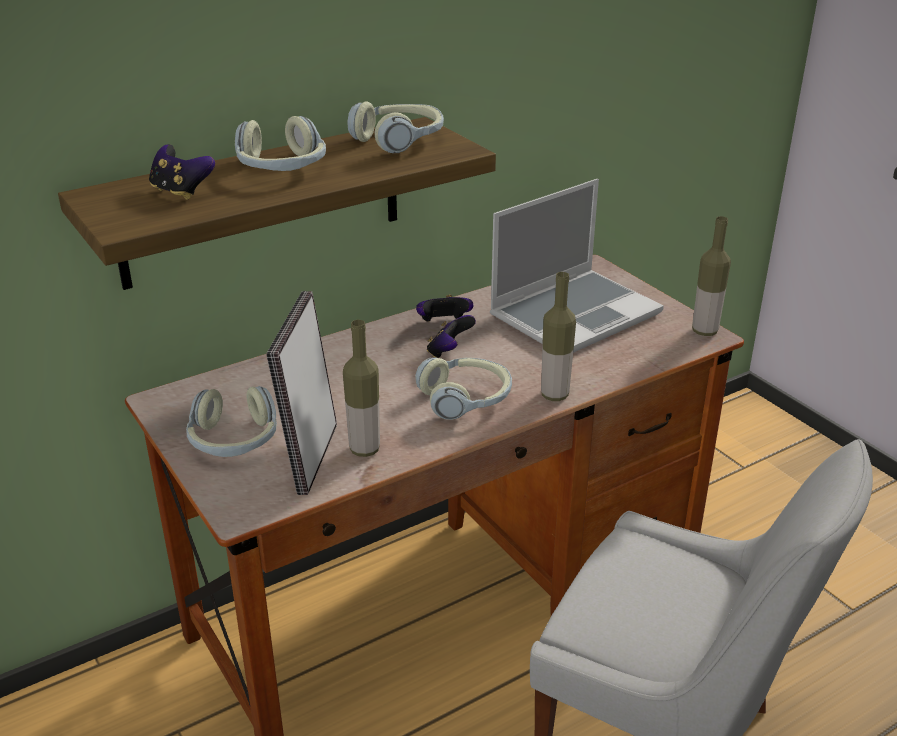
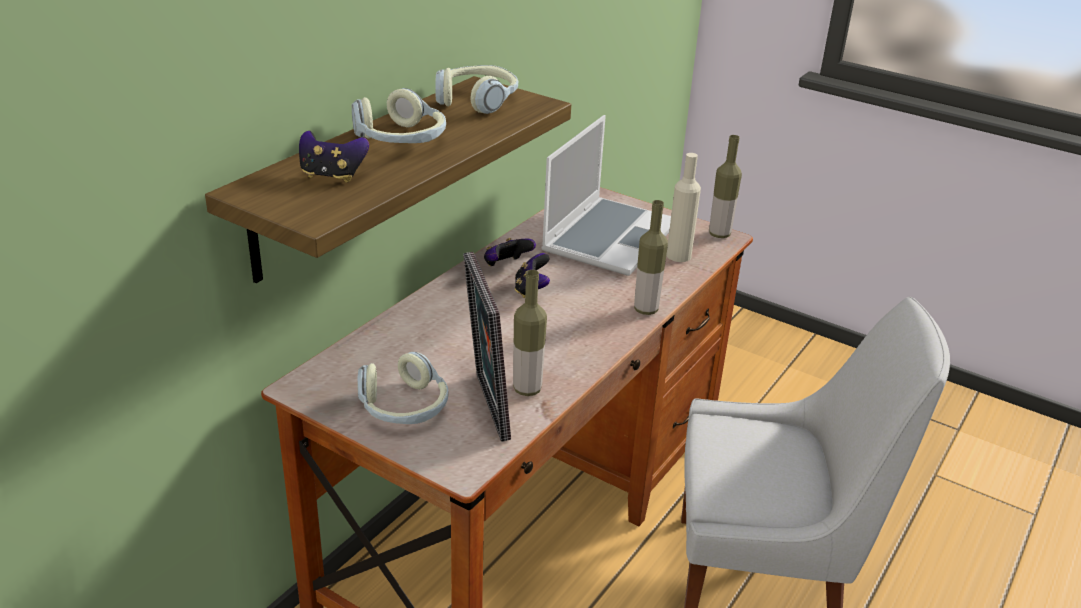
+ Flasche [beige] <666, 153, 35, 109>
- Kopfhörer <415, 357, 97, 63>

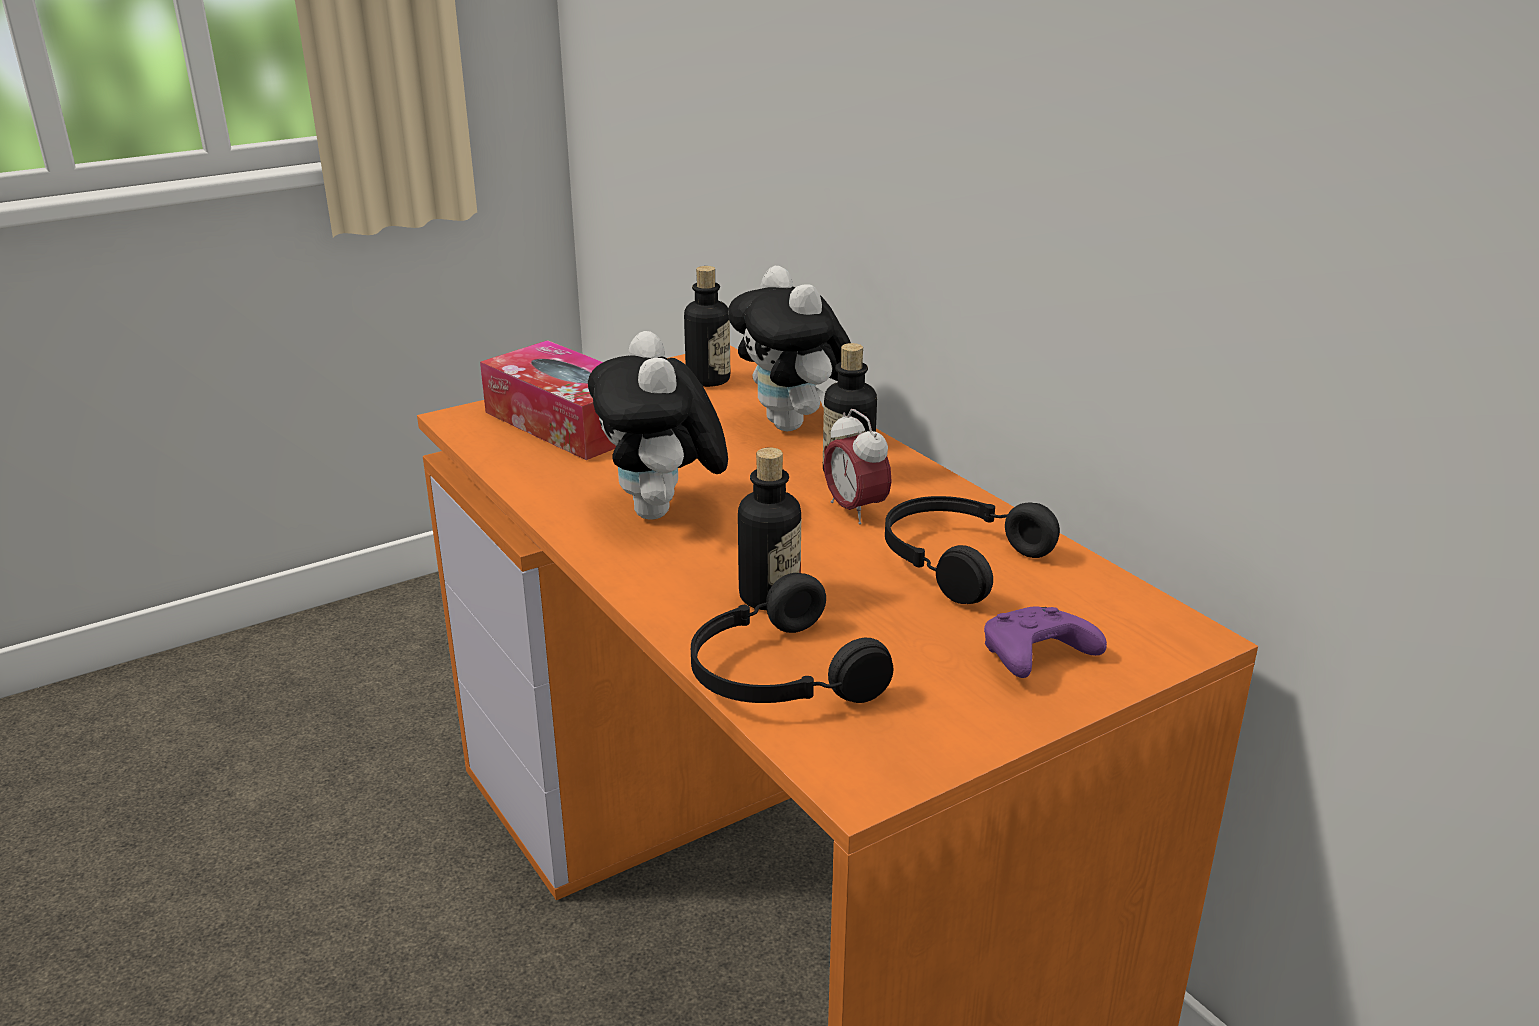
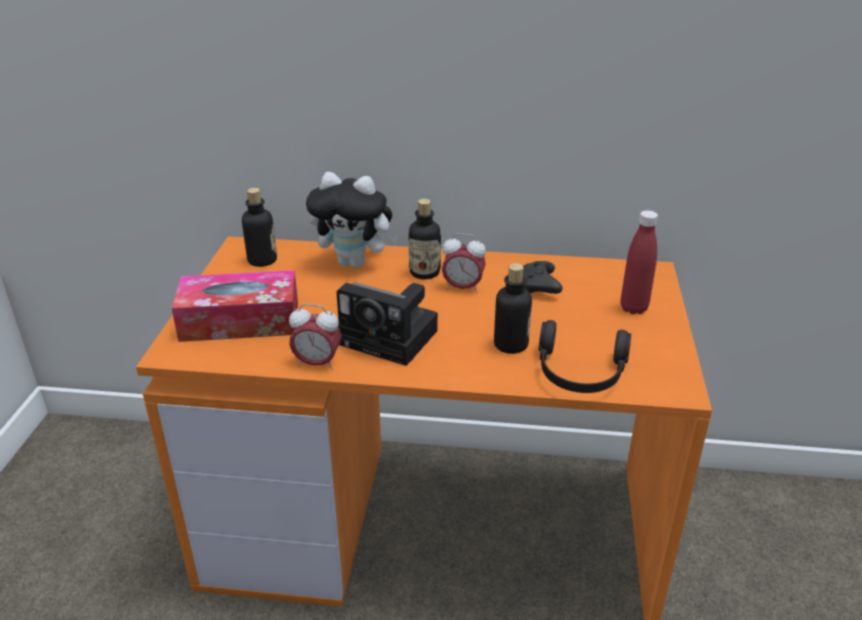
+ Wecker <289, 304, 53, 66>
~ Plüschtier <588, 331, 140, 189> to Kamera <336, 282, 102, 84>
~ Kopfhörer [schwarz] <885, 496, 175, 108> to Gamepad [schwarz] <523, 261, 40, 33>
~ Gamepad [lila] <984, 606, 123, 72> to Flasche [rot] <621, 210, 37, 104>

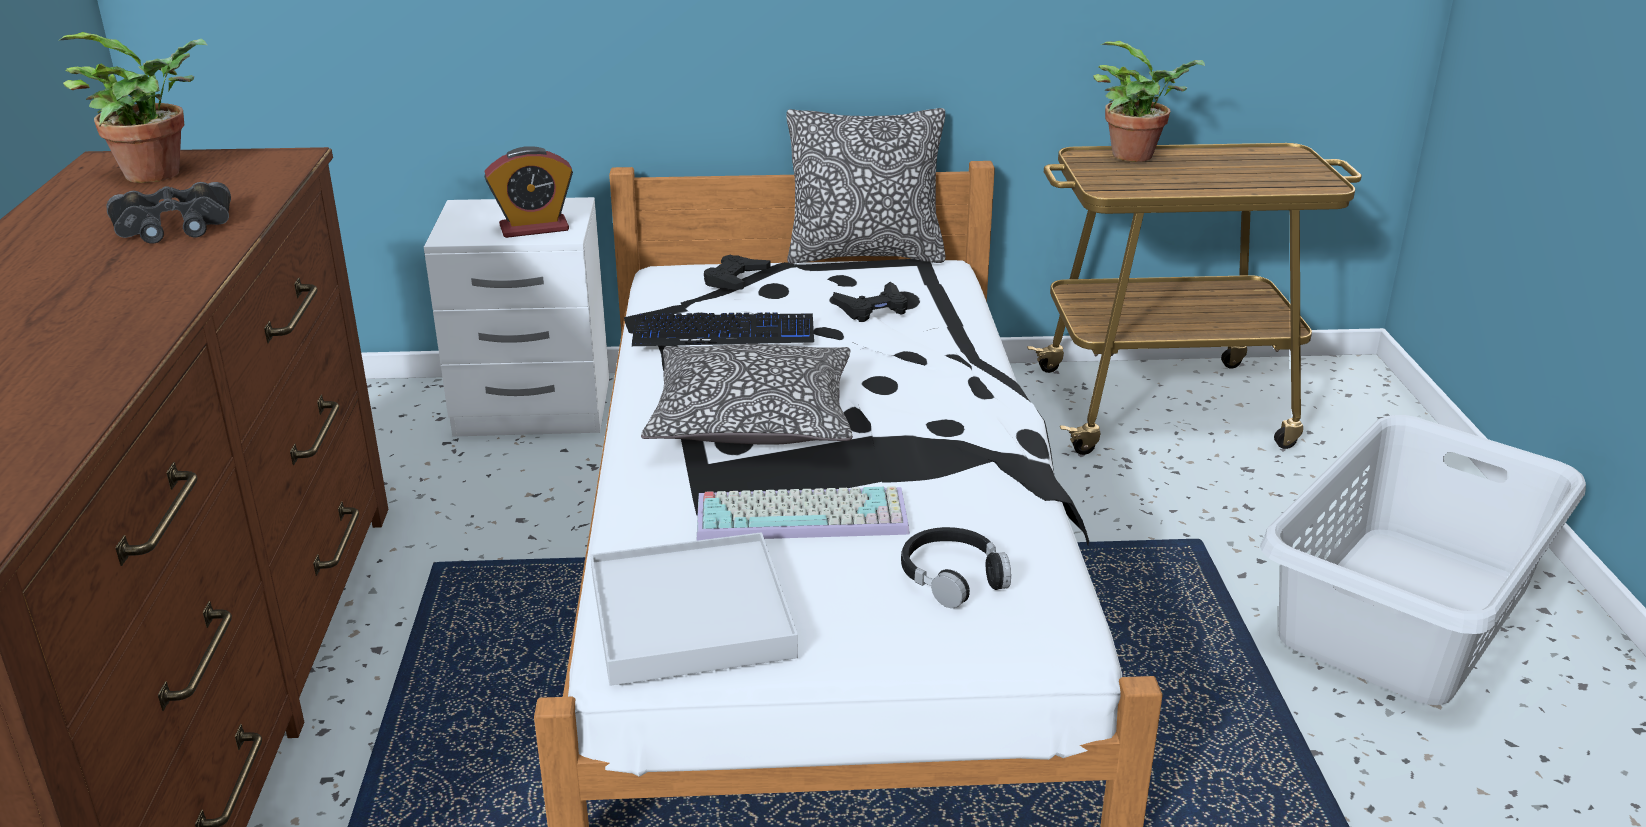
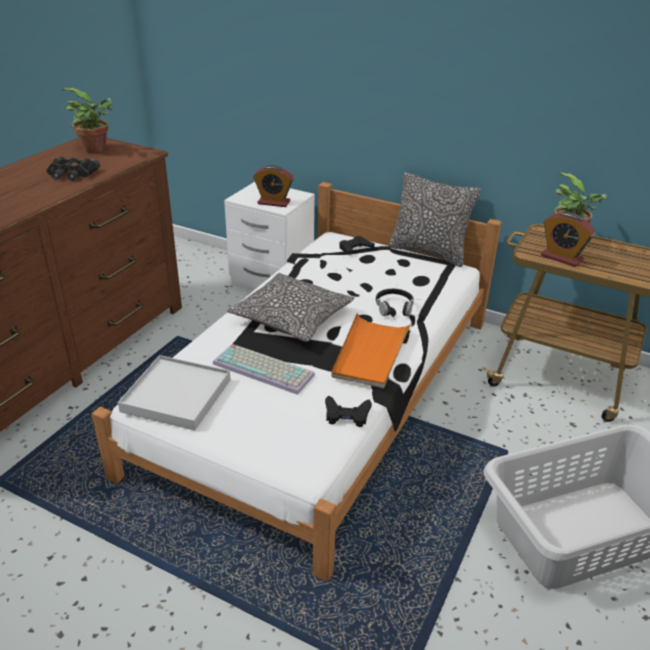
~ Gamepad [schwarz] <833, 282, 75, 40> to <325, 396, 47, 31>
+ Tablett [orange] <332, 313, 80, 75>
~ Kopfhörer [schwarz] <901, 527, 110, 81> to <376, 289, 38, 28>
+ Wecker <541, 212, 54, 55>
- Tastatur <632, 312, 182, 34>

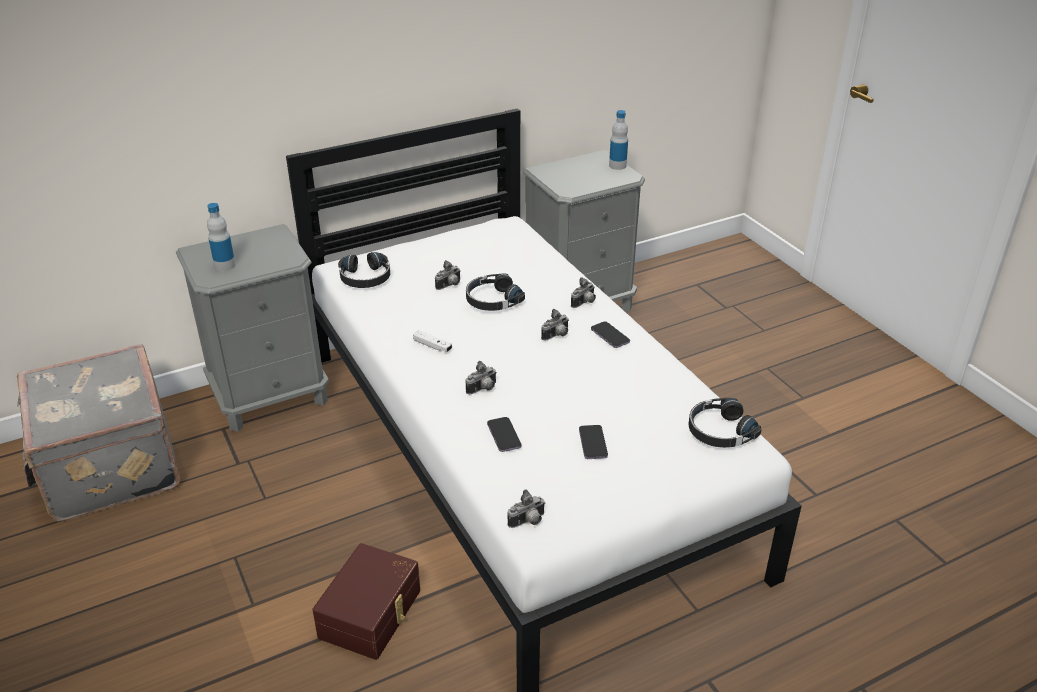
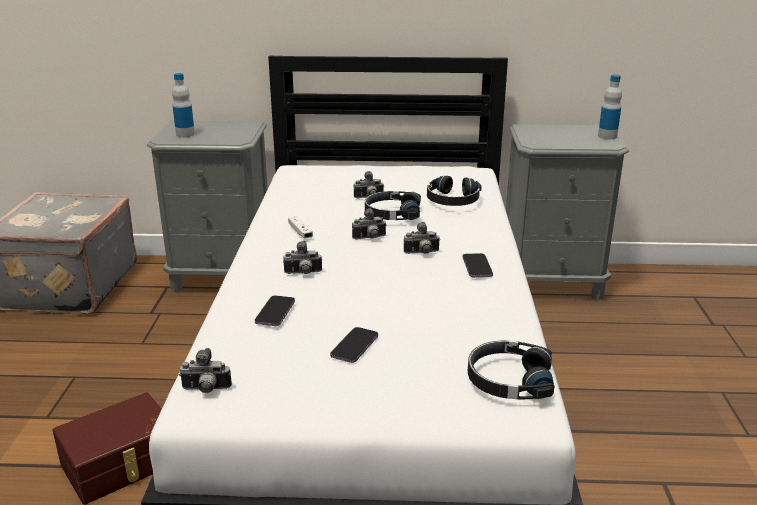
~ Kamera <571, 277, 25, 31> to <352, 208, 35, 32>
~ Kopfhörer [schwarz] <338, 252, 52, 36> to <427, 176, 55, 30>

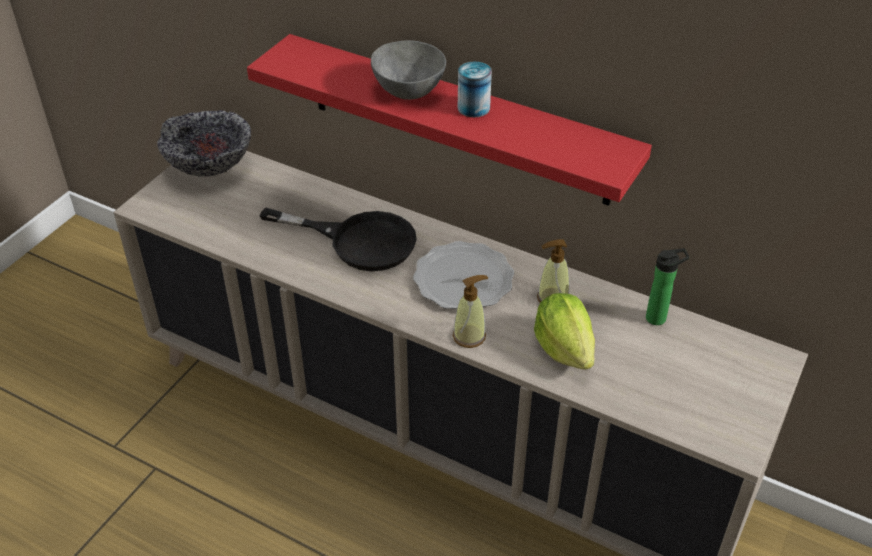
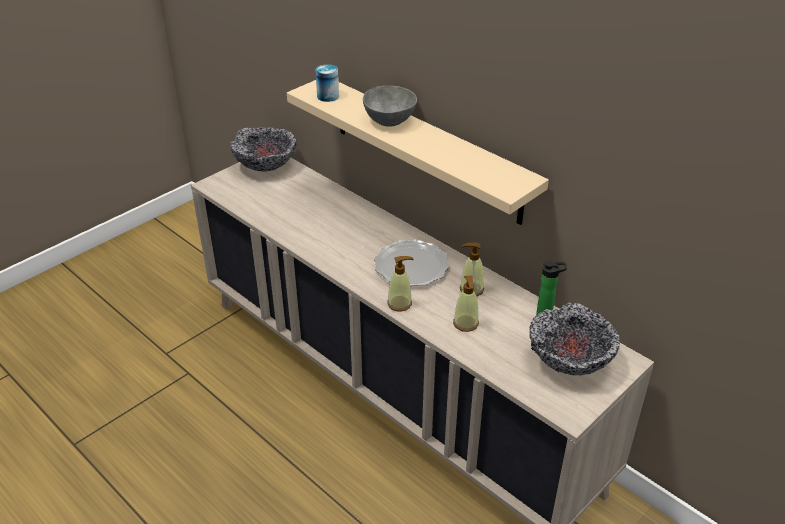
~ Wandregal [rot] <247, 34, 405, 172> to Wandregal [beige] <287, 80, 262, 145>
~ Dose <458, 62, 34, 55> to <315, 64, 24, 38>
~ Salatkopf <534, 293, 61, 77> to Seifenspender <453, 276, 26, 56>
+ Schüssel <529, 303, 91, 72>
- Pfanne [schwarz] <259, 208, 158, 63>

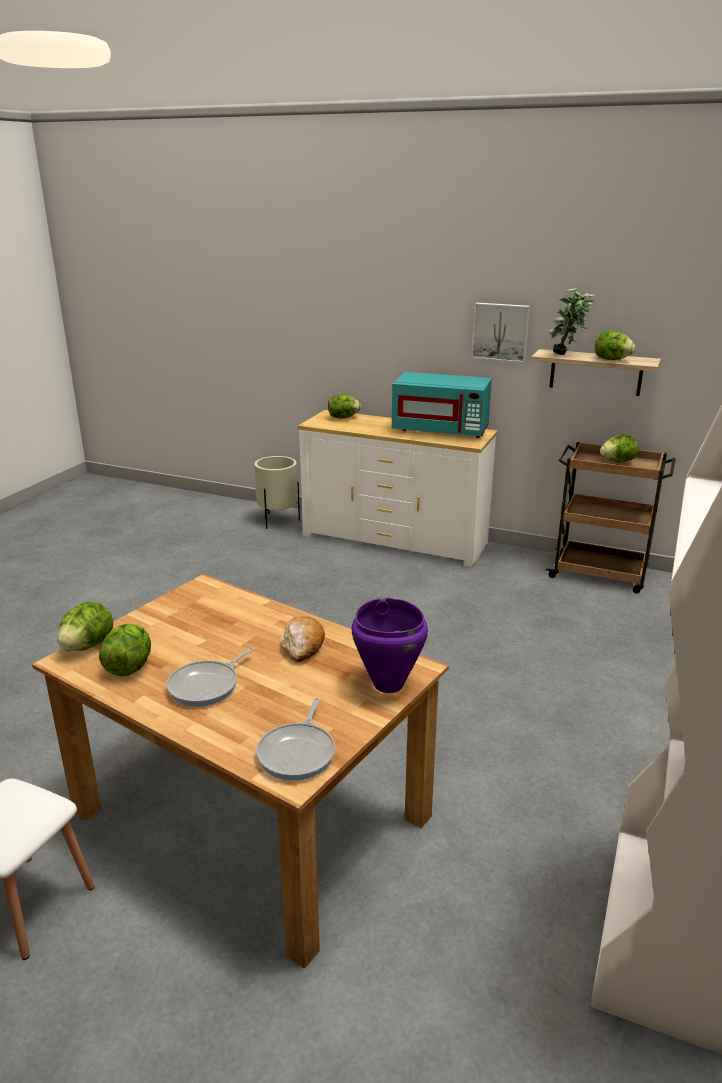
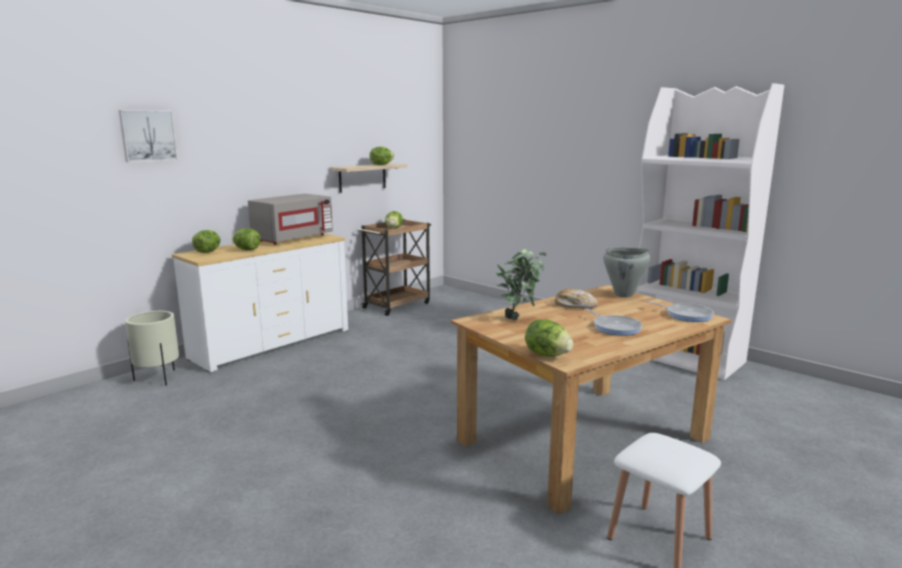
~ Bild <471, 303, 59, 60> to <119, 110, 59, 52>
~ Salatkopf <99, 623, 52, 53> to <232, 228, 29, 22>
~ Mikrowelle [türkis] <392, 372, 100, 66> to Mikrowelle [grau] <248, 194, 85, 51>
~ Topfpflanze <547, 288, 48, 67> to <496, 249, 50, 71>
~ Kochtopf [lila] <352, 598, 76, 95> to Kochtopf [grau] <603, 248, 47, 50>

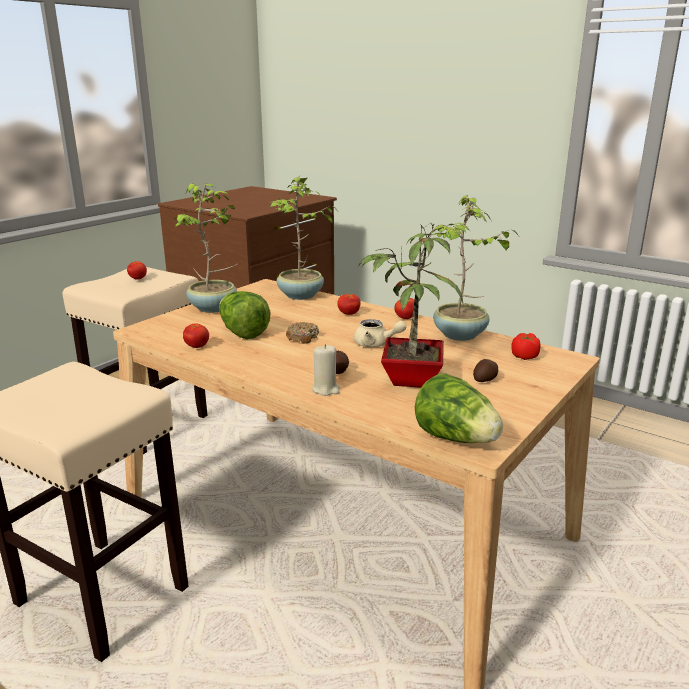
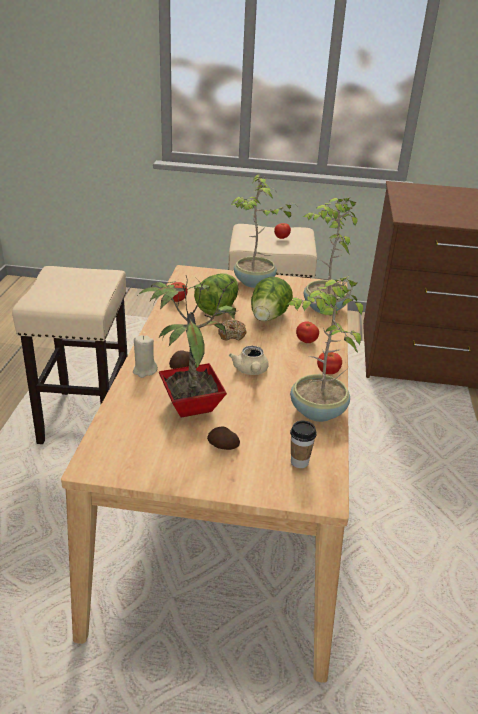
~ Salatkopf <415, 373, 88, 70> to <251, 277, 42, 44>
~ Tomate <511, 333, 30, 27> to Tasse <290, 421, 26, 47>

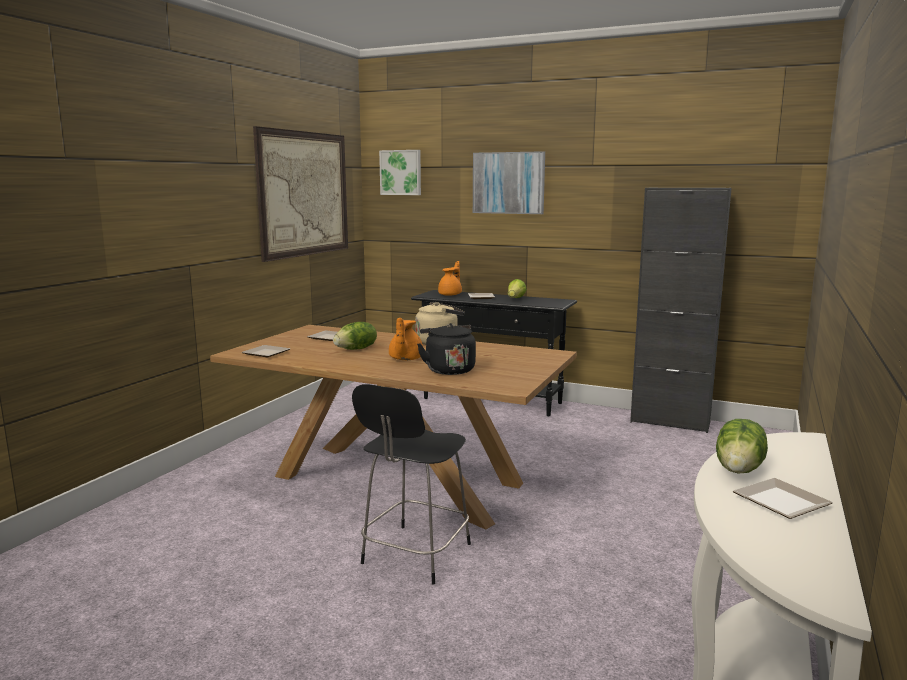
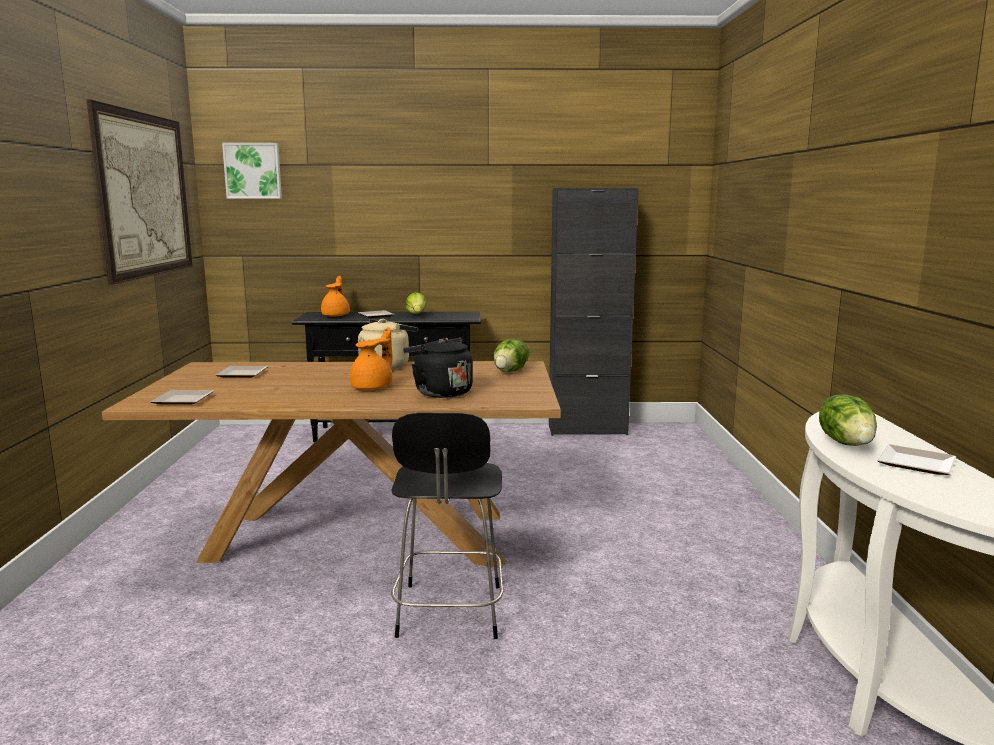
~ Teekanne [orange] <389, 318, 34, 42> = <350, 327, 43, 63> 135 degrees counterclockwise
~ Salatkopf <333, 322, 44, 28> to <494, 339, 35, 33>
- Bild <473, 151, 72, 63>

